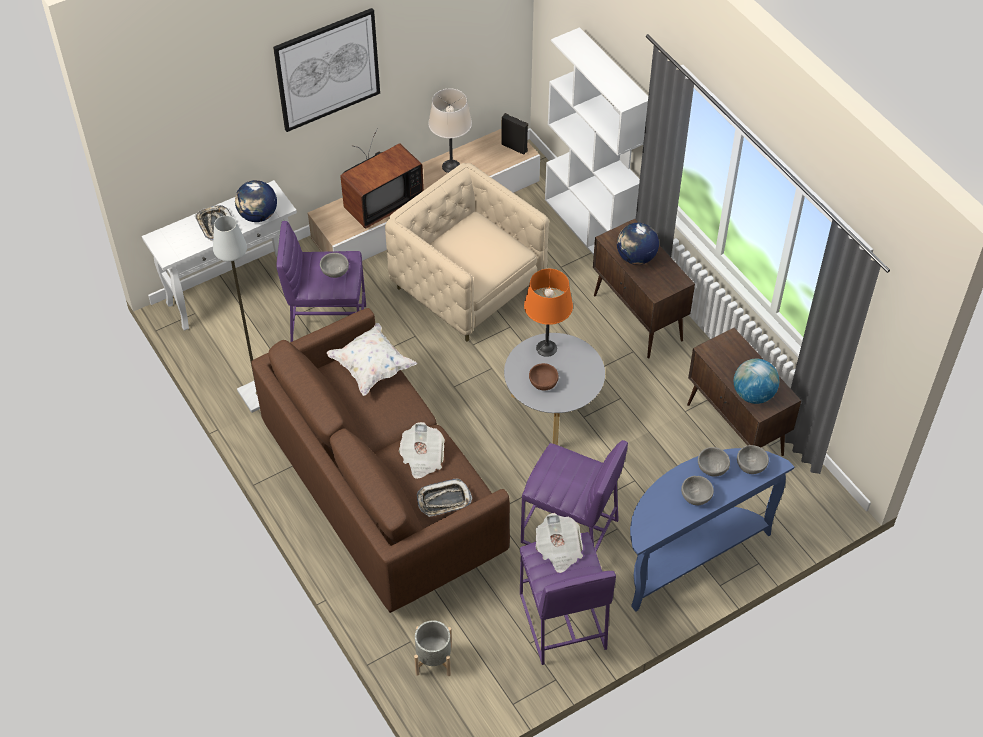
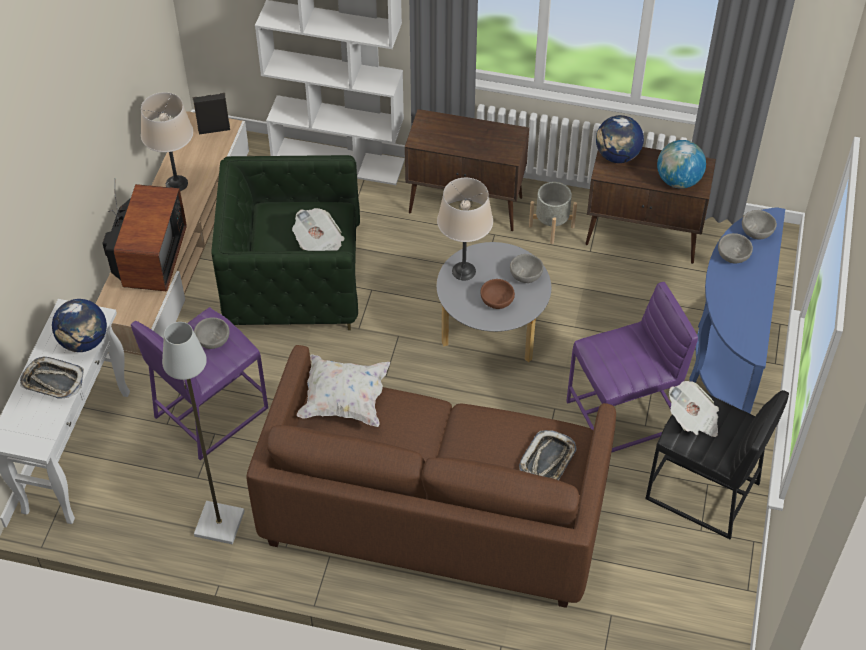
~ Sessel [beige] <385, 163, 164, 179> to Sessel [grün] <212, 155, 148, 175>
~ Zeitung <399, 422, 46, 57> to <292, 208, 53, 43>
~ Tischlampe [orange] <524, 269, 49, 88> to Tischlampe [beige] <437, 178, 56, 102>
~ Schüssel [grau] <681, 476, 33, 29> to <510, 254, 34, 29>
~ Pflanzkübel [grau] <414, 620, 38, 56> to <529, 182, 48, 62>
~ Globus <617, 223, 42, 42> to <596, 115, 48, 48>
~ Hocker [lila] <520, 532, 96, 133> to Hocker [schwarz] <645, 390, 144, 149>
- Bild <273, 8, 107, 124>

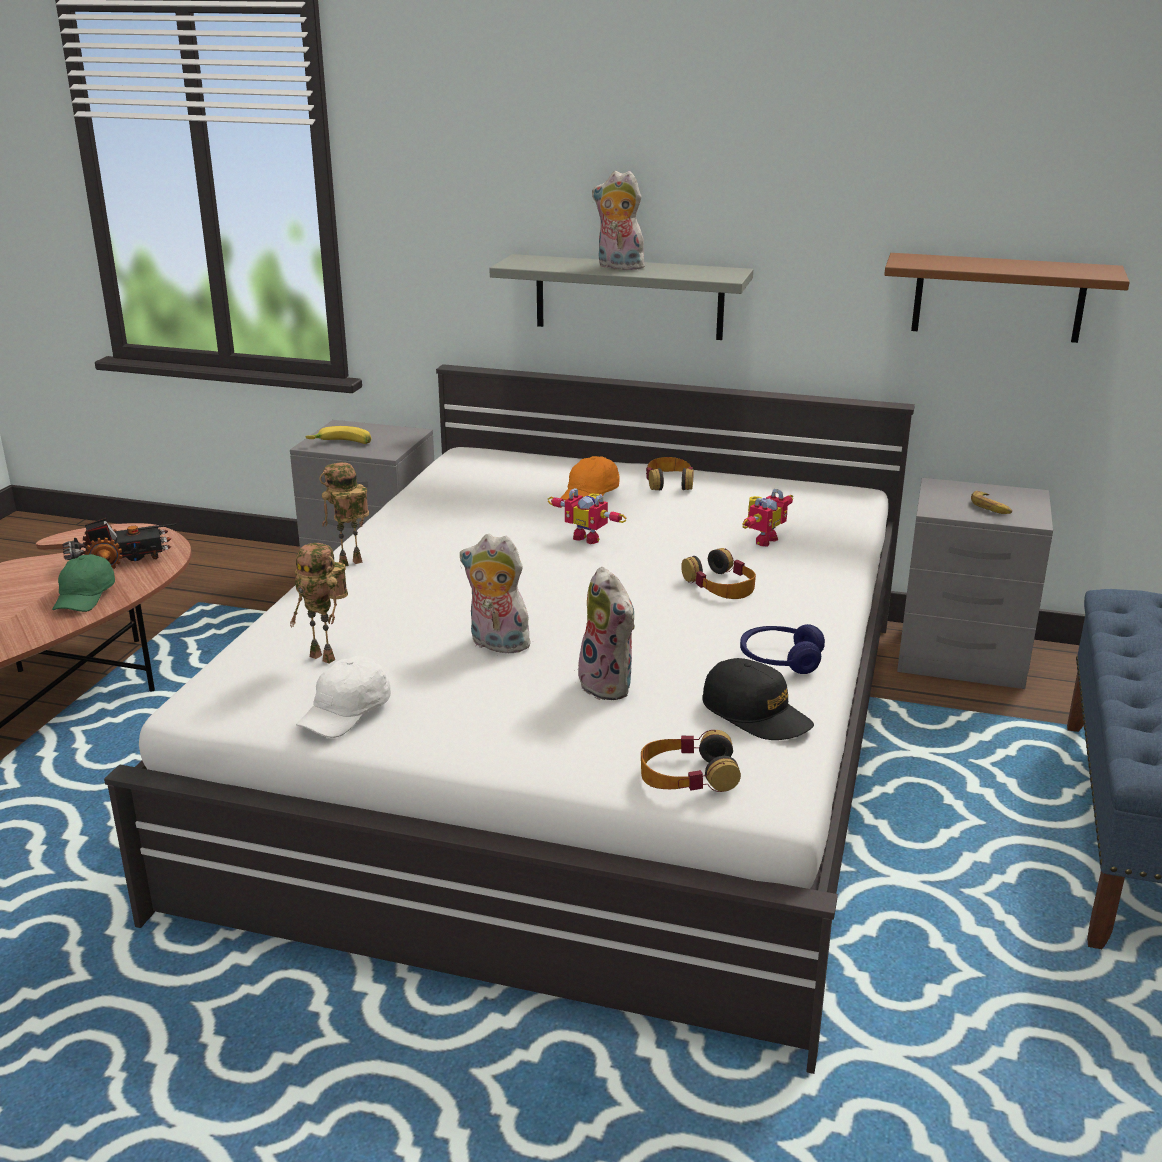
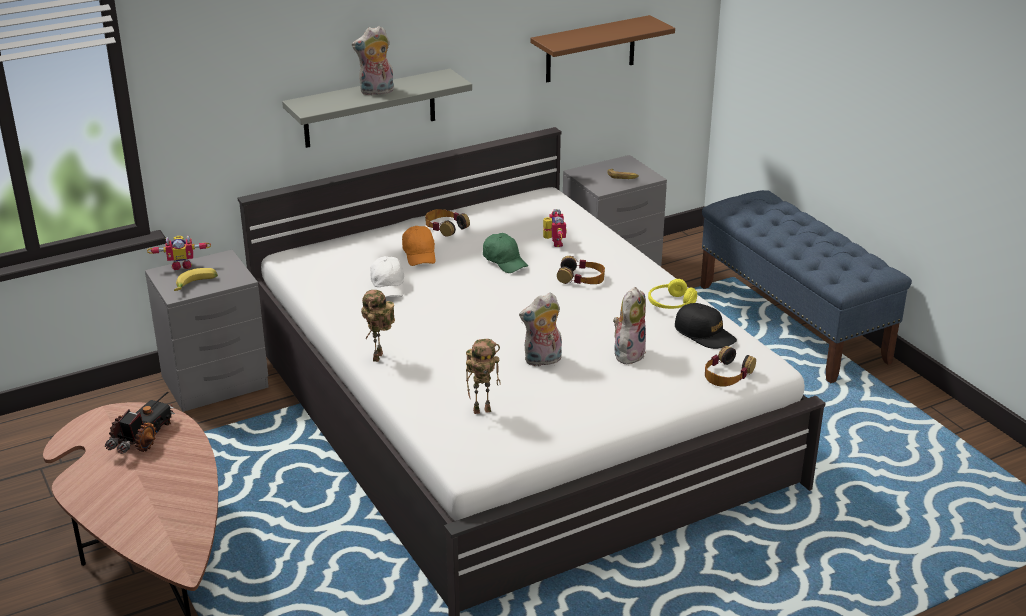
~ Spielzeugroboter <547, 488, 80, 56> to <147, 235, 64, 35>
~ Kappe [weiß] <296, 656, 95, 82> to <370, 256, 34, 41>
~ Kappe [grün] <52, 554, 63, 58> to <483, 233, 45, 40>
~ Plüschtier <578, 567, 57, 133> = <613, 287, 33, 77> 75 degrees counterclockwise
~ Kopfhörer [blau] <740, 624, 85, 50> to Kopfhörer [gelb] <648, 279, 49, 30>
~ Kappe [schwarz] <702, 658, 112, 82> = <675, 303, 62, 46> 45 degrees clockwise

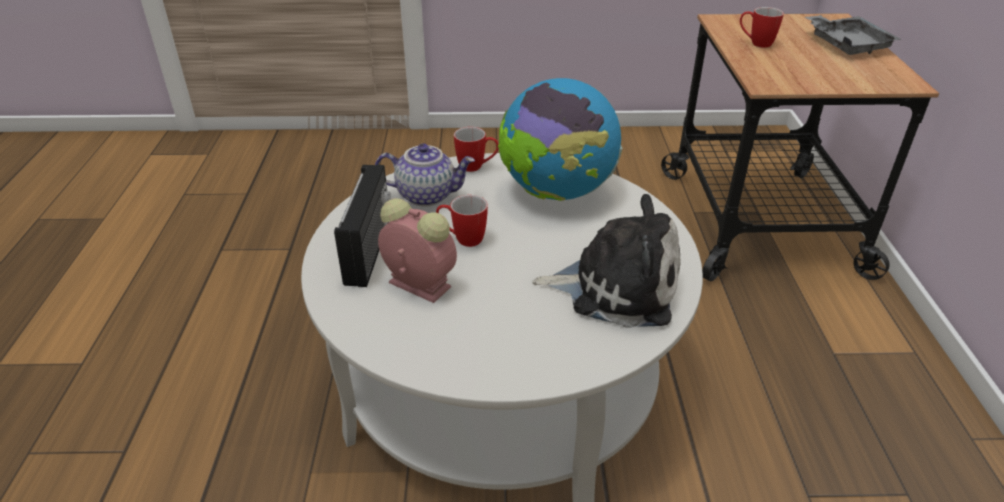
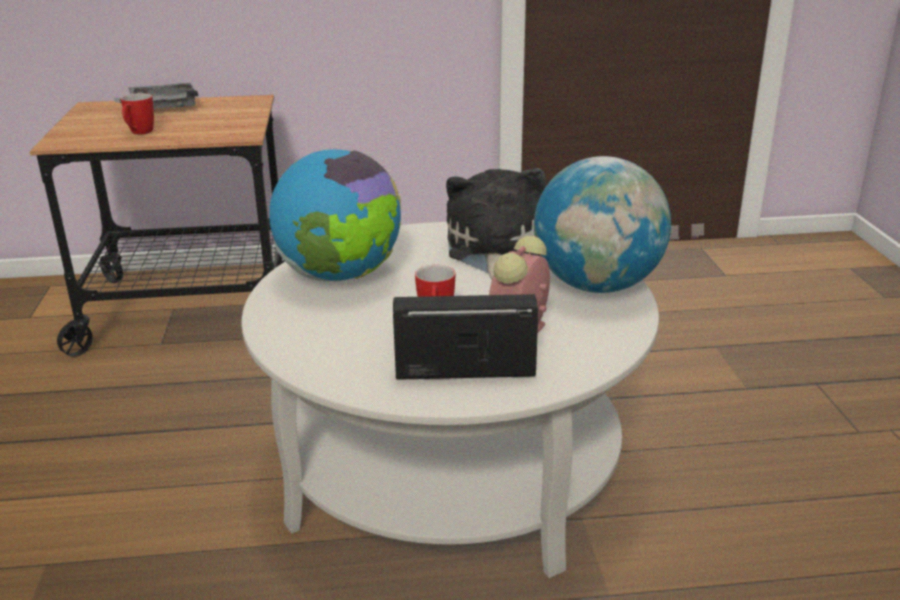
+ Globus <534, 156, 137, 137>
- Teekanne <375, 143, 100, 64>
- Henkelbecher <454, 127, 45, 45>

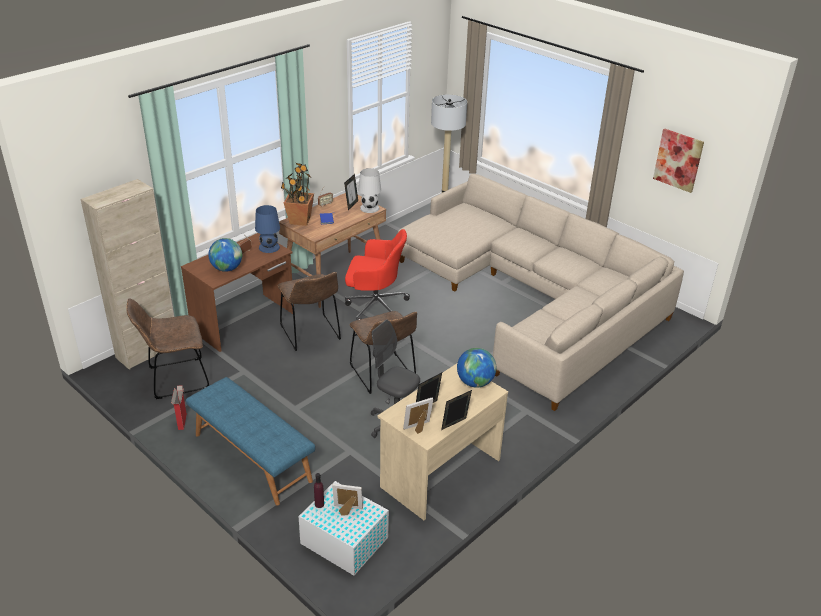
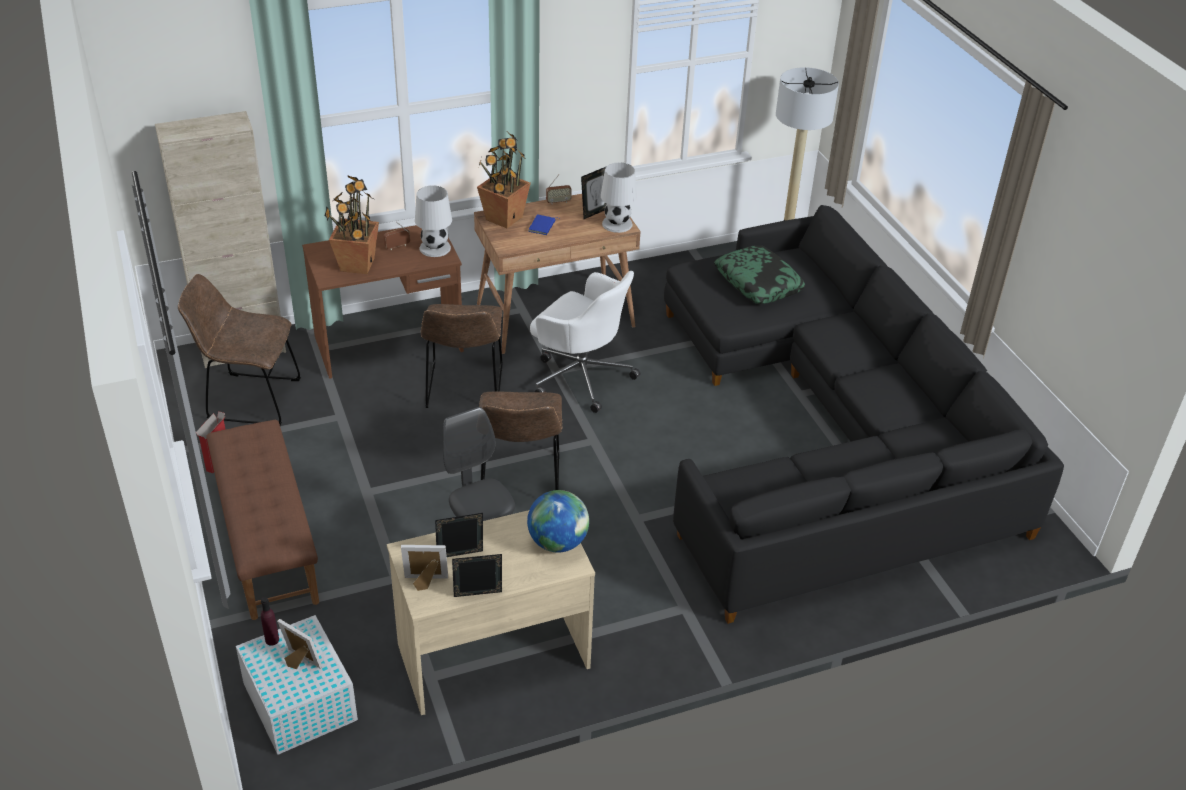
~ Bank [blau] <186, 377, 129, 129> to Bank [braun] <206, 420, 113, 200>
~ Globus <208, 238, 34, 34> to Topfpflanze <324, 175, 55, 99>
~ Tischlampe [blau] <255, 205, 25, 48> to Tischlampe [weiß] <415, 185, 37, 72>
~ Bürostuhl [rot] <345, 229, 65, 91> to Bürostuhl [weiß] <530, 271, 110, 142>
~ Sofa [beige] <398, 174, 286, 237> to Sofa [schwarz] <664, 205, 400, 419>
+ Kissen <714, 245, 92, 59>
- Bild <653, 129, 51, 64>

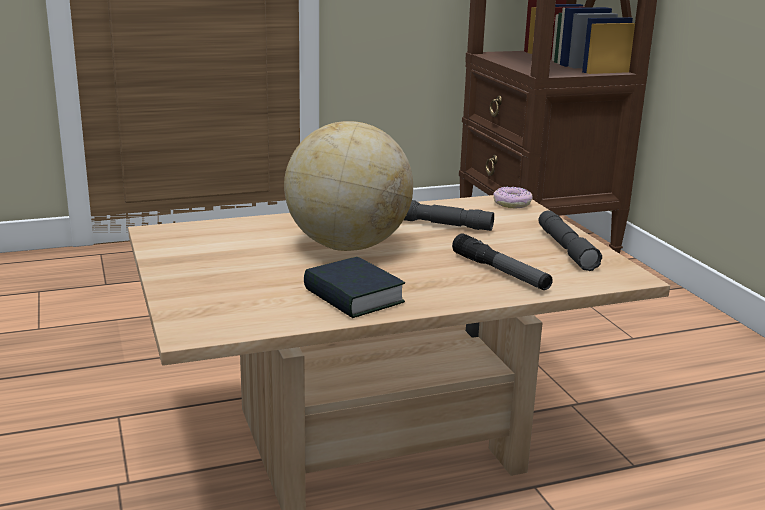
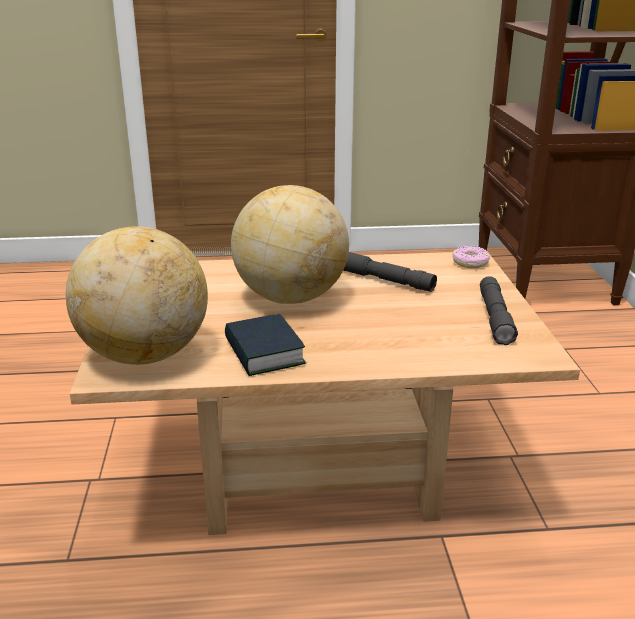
+ Globus <66, 226, 142, 139>
- Taschenlampe <452, 233, 101, 57>

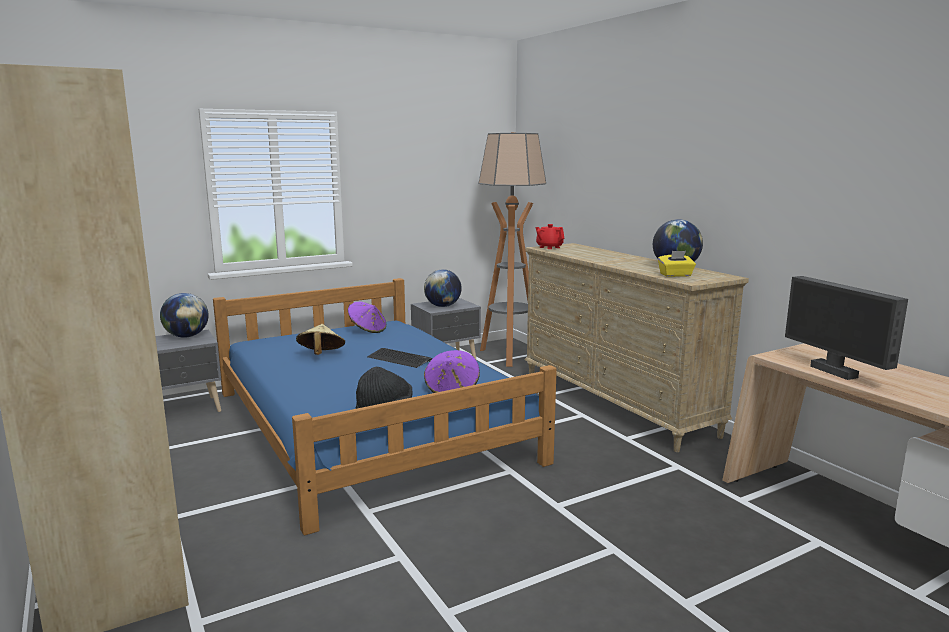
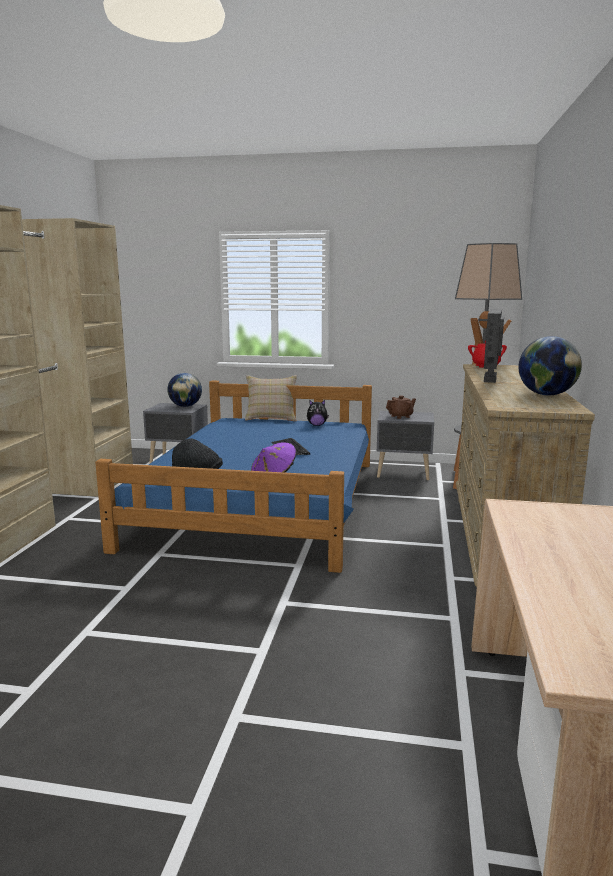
+ Kissen [beige] <245, 375, 52, 46>
~ Hut [lila] <348, 302, 38, 31> to Plüschtier <307, 400, 22, 26>
~ Globus <424, 269, 38, 38> to Teekanne [braun] <386, 396, 30, 23>
~ Monitor <785, 276, 123, 104> to <484, 309, 20, 74>
- Hut [beige] <296, 324, 49, 31>
- Taschentuchbox [gelb] <658, 251, 38, 26>

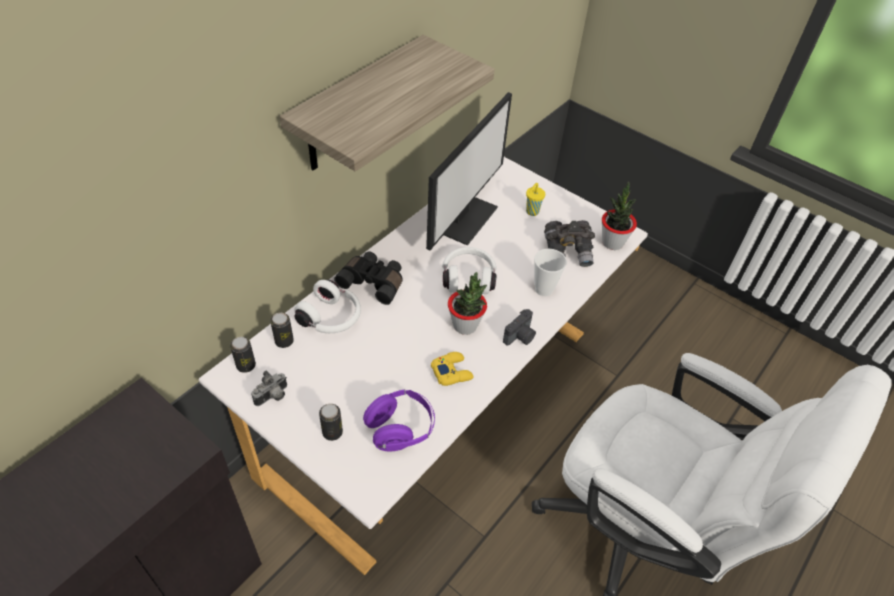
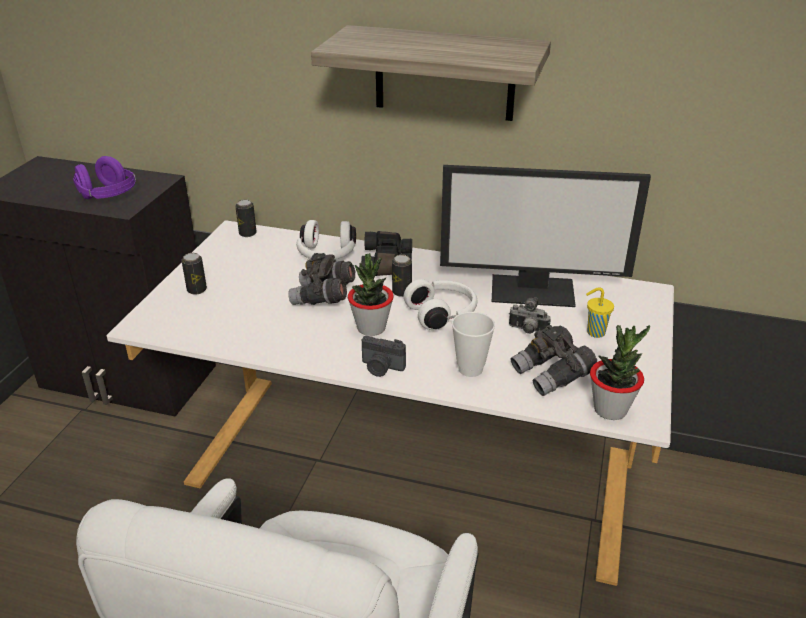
~ Kopfhörer [lila] <363, 389, 72, 62> to <73, 156, 63, 43>
+ Fernglas [grau] <288, 253, 67, 52>
~ Dose <270, 313, 24, 35> to <392, 255, 20, 42>
~ Kamera <251, 371, 36, 35> to <509, 297, 42, 37>
- Gamepad [gelb] <431, 352, 43, 34>

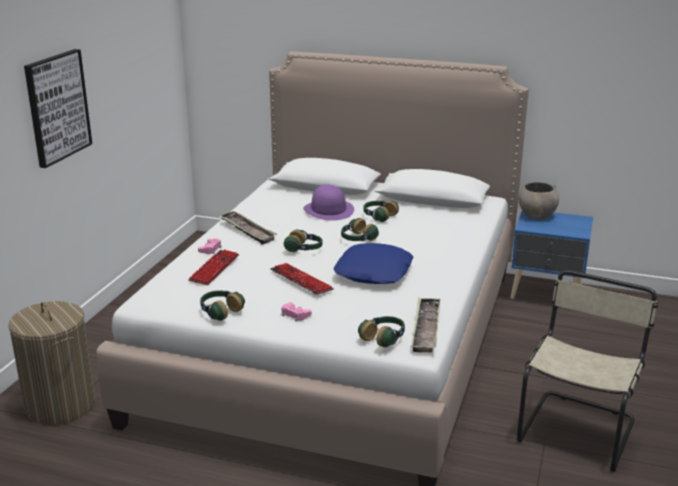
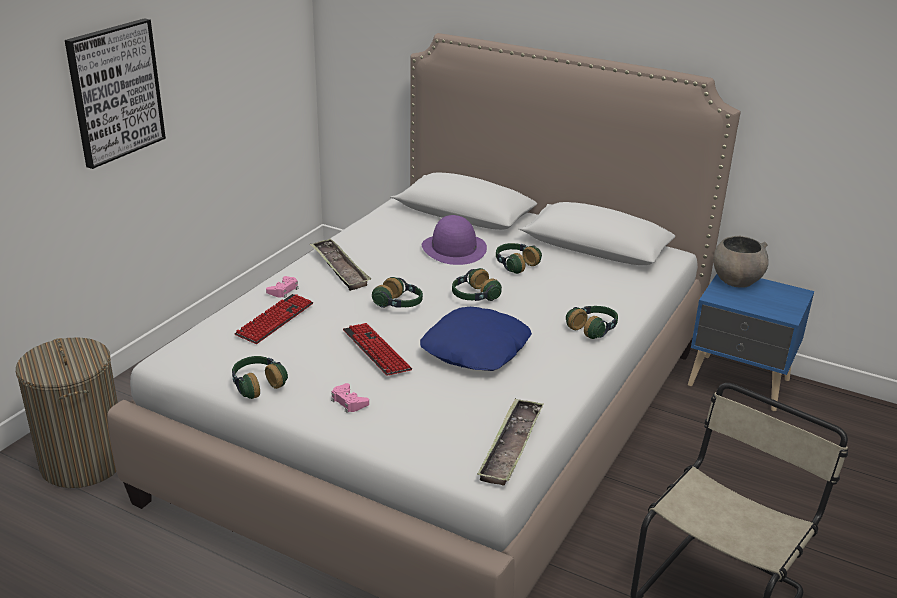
~ Kopfhörer <358, 316, 47, 31> to <566, 306, 52, 33>

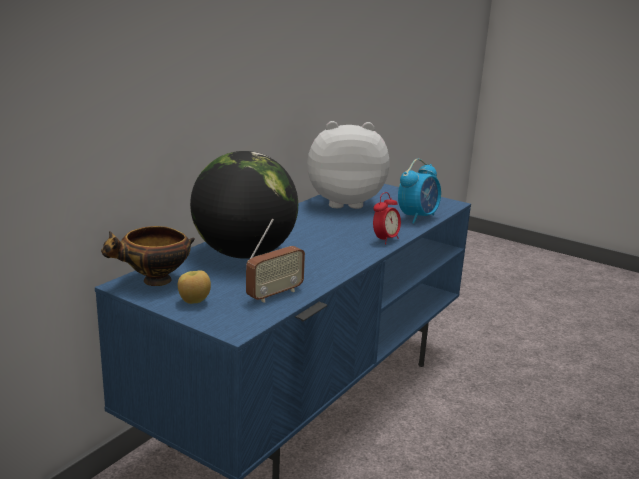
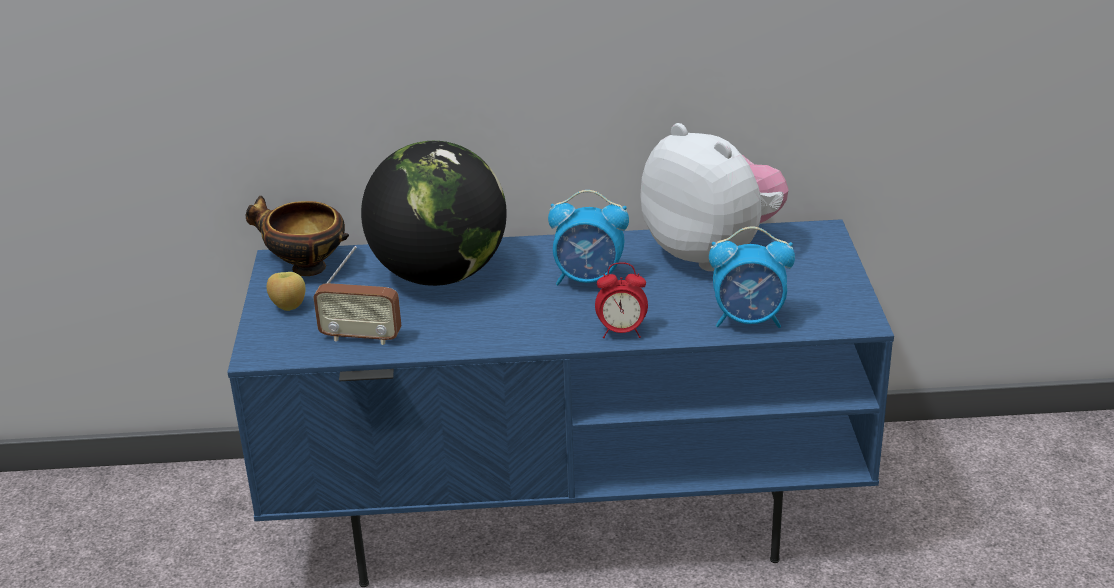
+ Wecker <548, 190, 81, 95>

